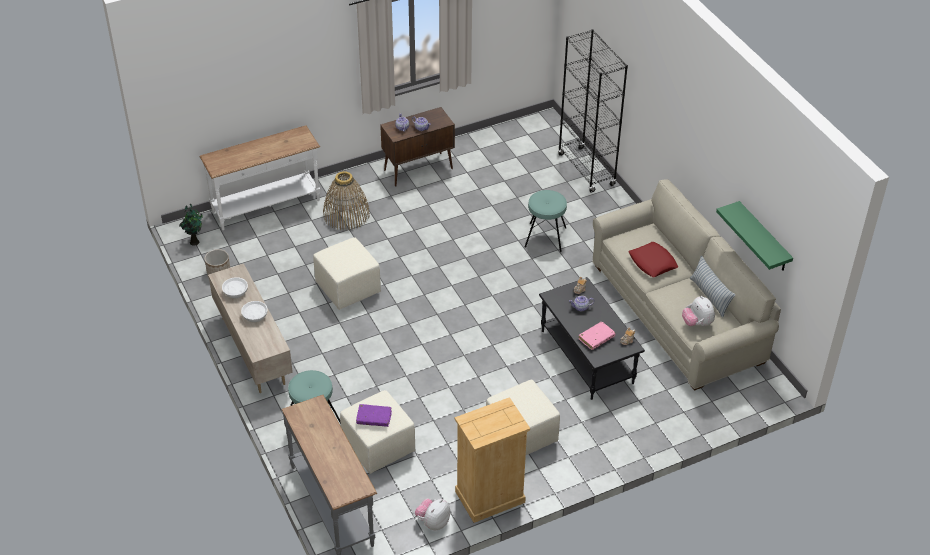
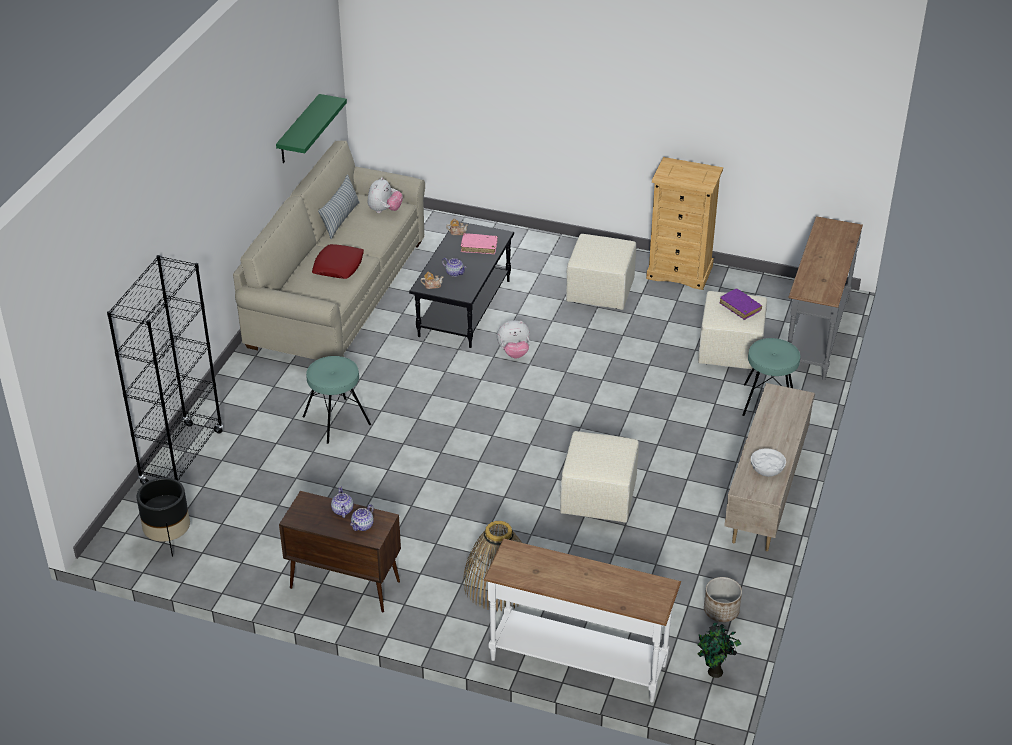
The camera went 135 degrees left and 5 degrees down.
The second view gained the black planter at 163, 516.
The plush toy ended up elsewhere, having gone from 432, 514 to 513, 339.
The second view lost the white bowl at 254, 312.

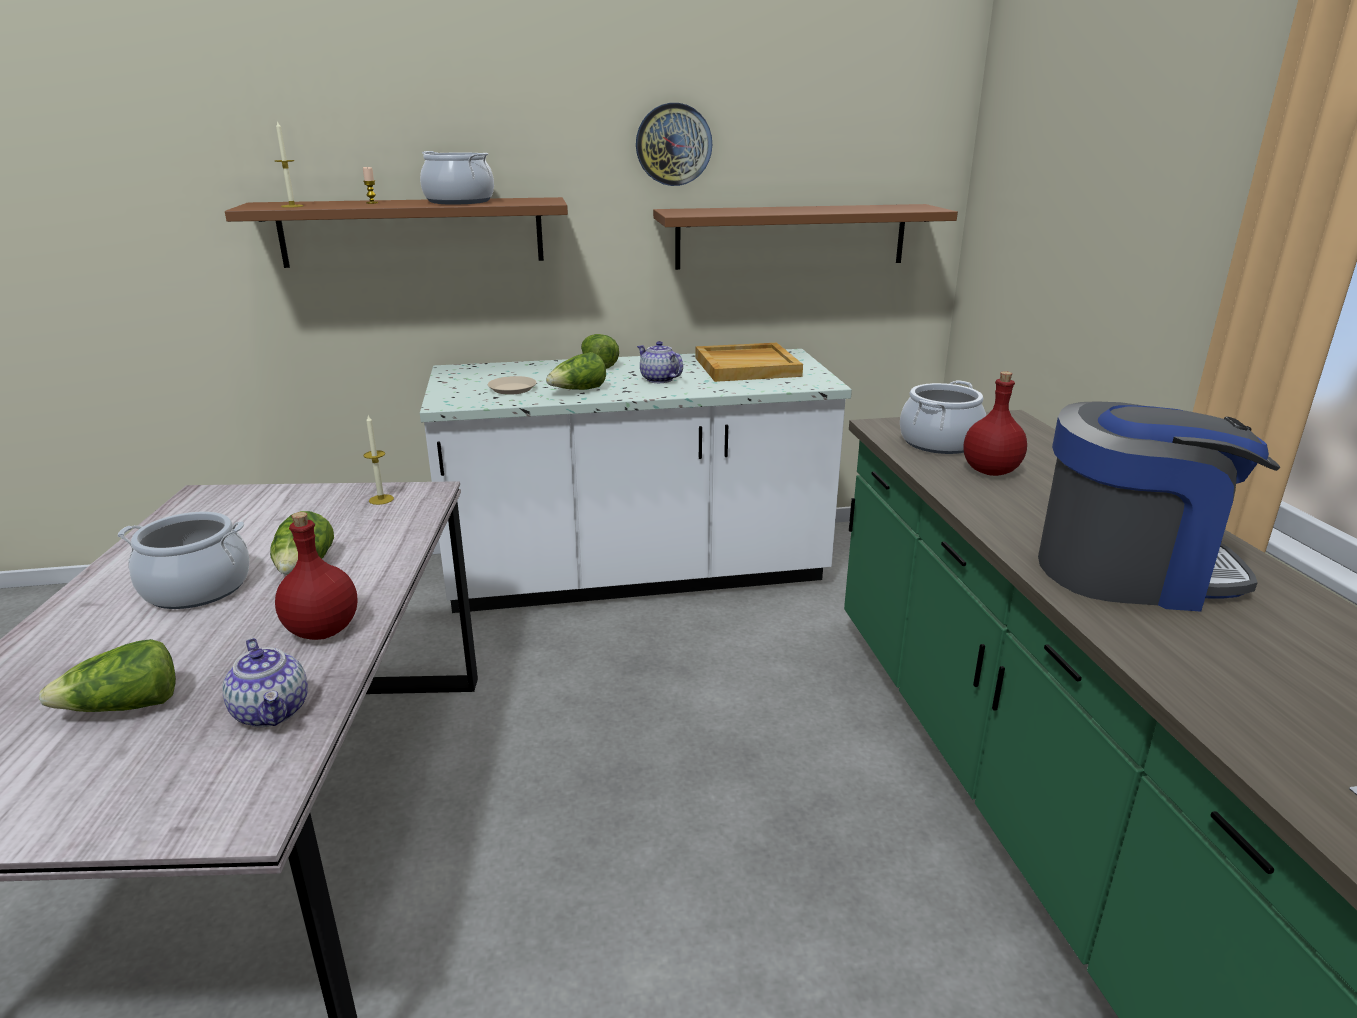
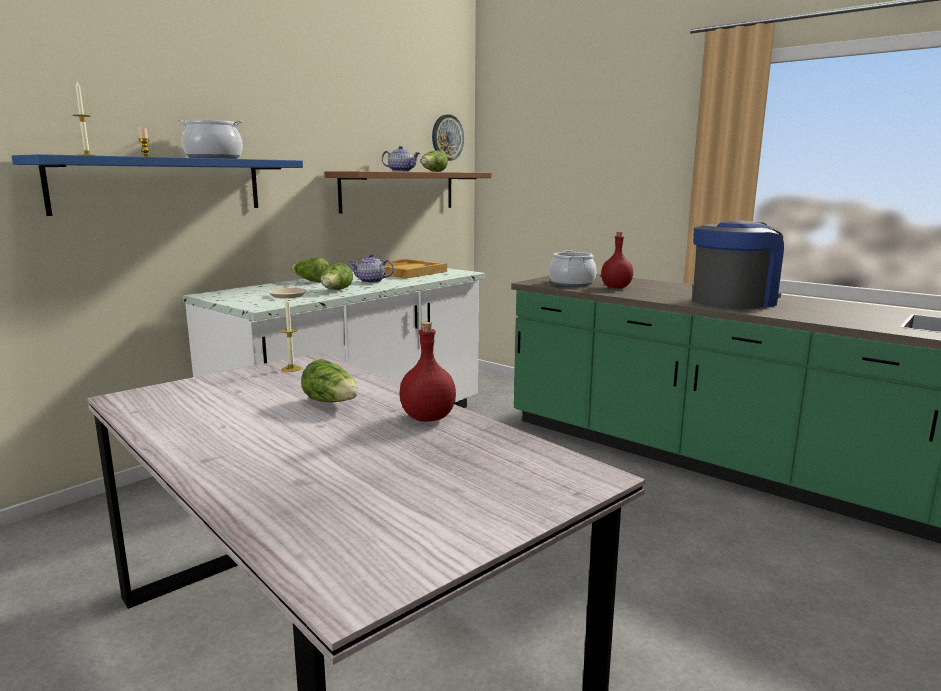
The camera went 40 degrees left and 10 degrees down.
What was the brown shelf at 396, 232 turned into the blue shelf at 157, 185.
The teapot ended up elsewhere, having gone from 265, 682 to 401, 159.
The lettuce ended up elsewhere, having gone from 107, 675 to 434, 161.
The wall clock ended up elsewhere, having gone from 674, 144 to 448, 137.
The second view lost the cooking pot at 184, 560.

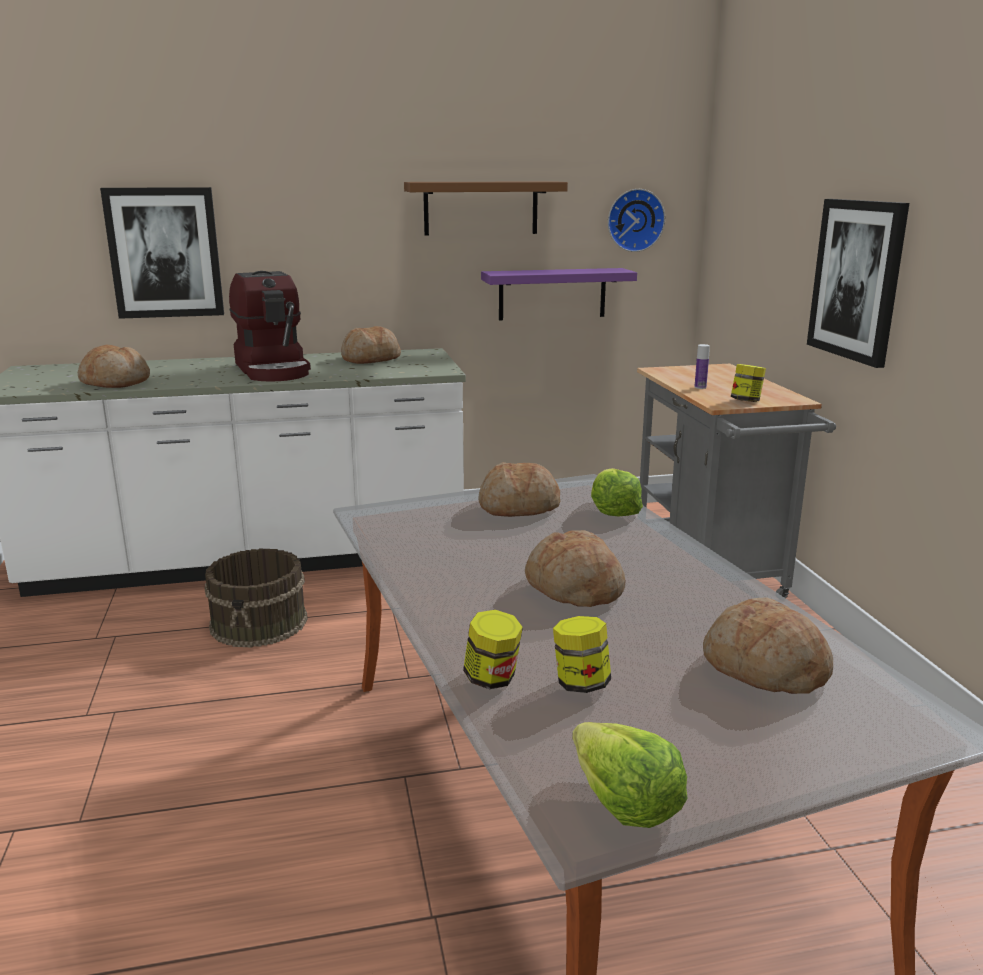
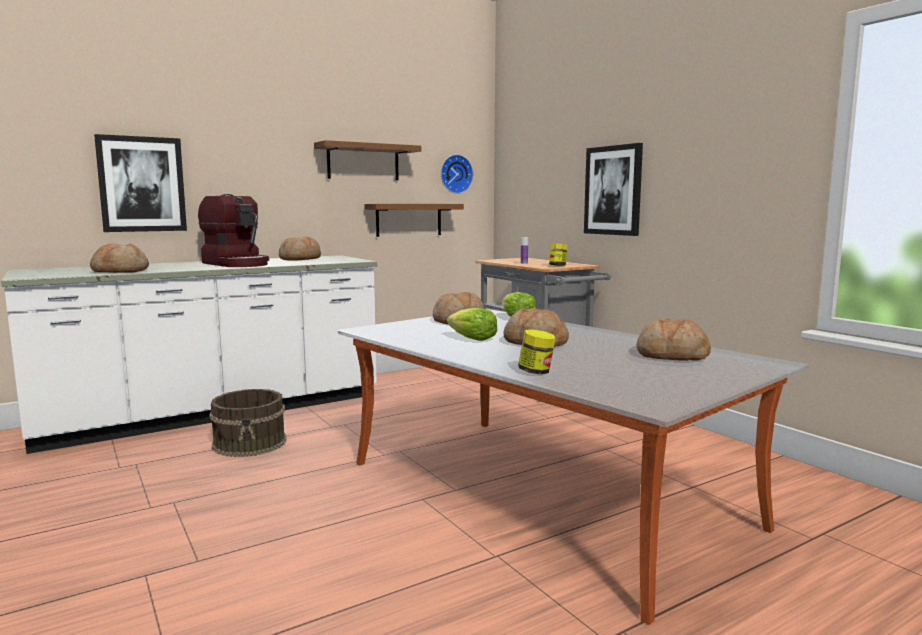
The camera went 20 degrees left and 10 degrees down.
What was the purple shelf at 559, 294 turned into the brown shelf at 414, 220.
The lettuce ended up elsewhere, having gone from 630, 775 to 472, 324.
The second view lost the jar at 582, 654.

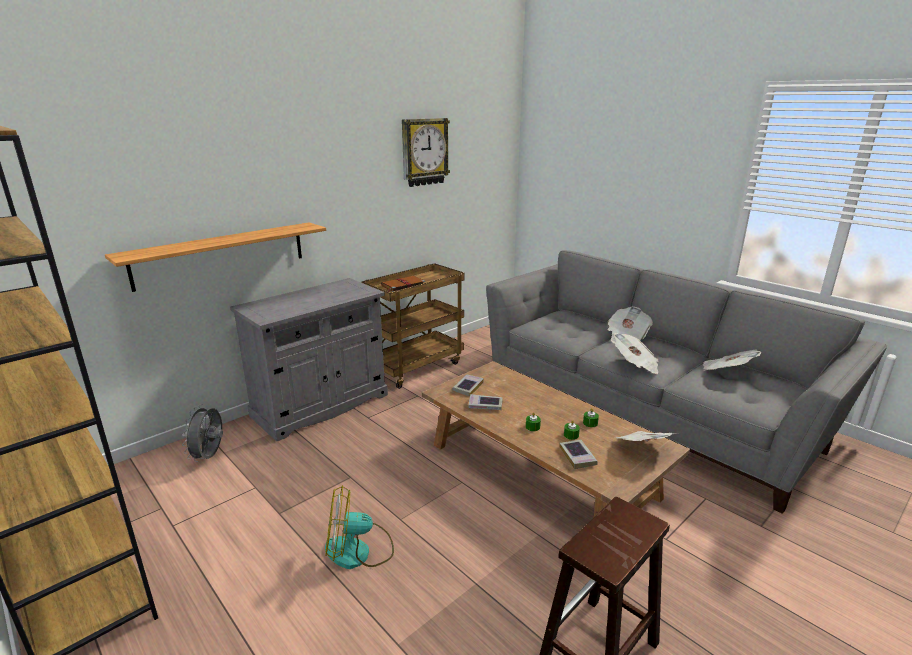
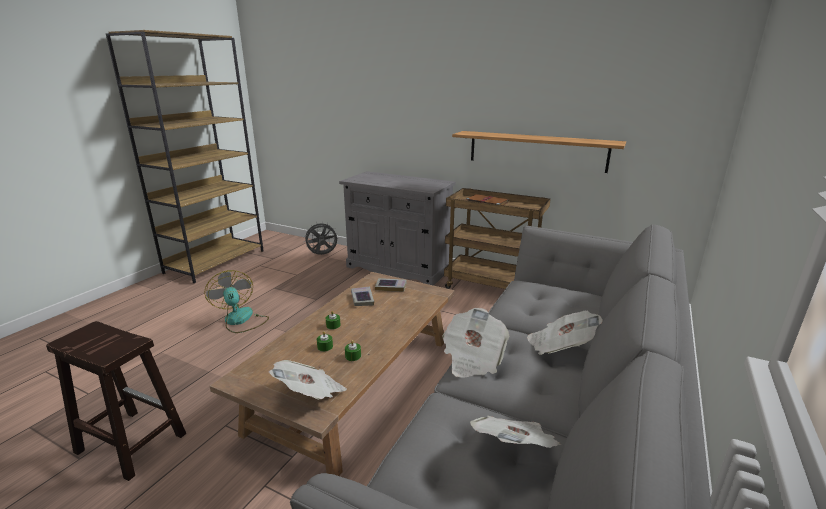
The camera went 70 degrees right and 0 degrees up.
The shelf ended up elsewhere, having gone from 215, 257 to 539, 152.
The second view lost the wall clock at 426, 152.
The second view lost the book at 579, 454.

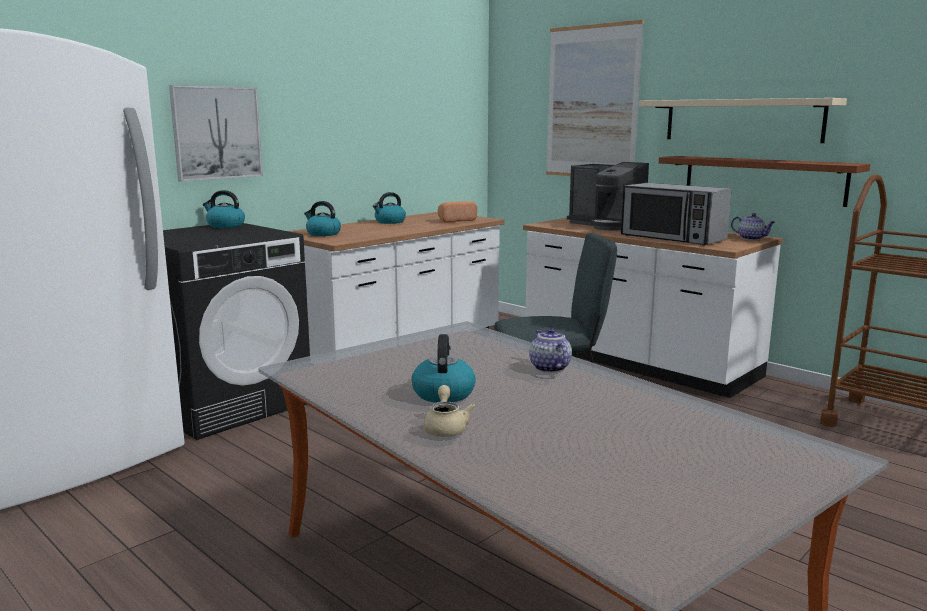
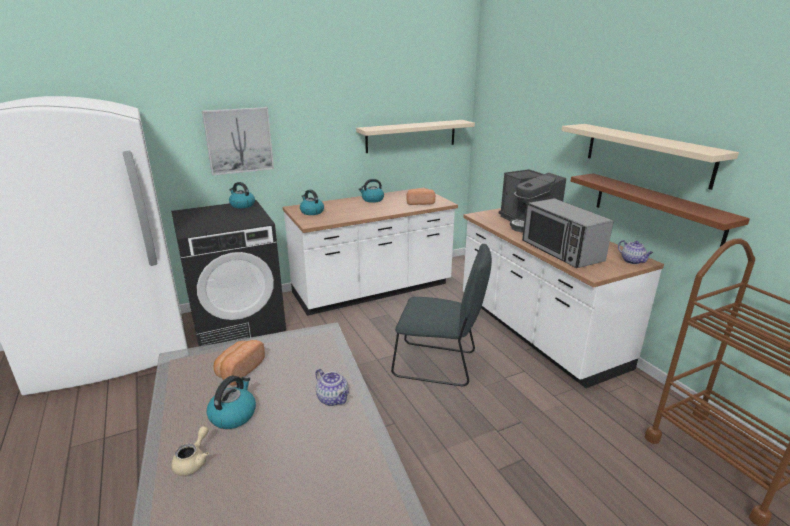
The camera went 20 degrees right and 10 degrees up.
The second view gained the bread at 239, 363.
The teapot at 550, 350 ended up facing another way, 135 degrees clockwise from before.
The second view gained the beige shelf at 415, 136.
The second view lost the picture at 595, 98.

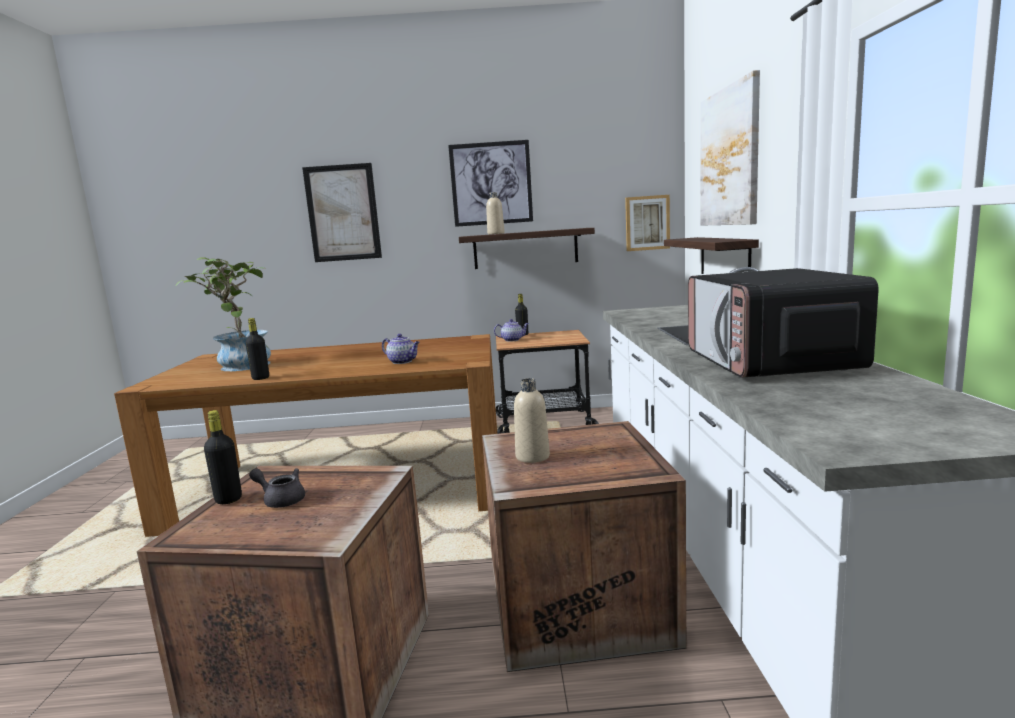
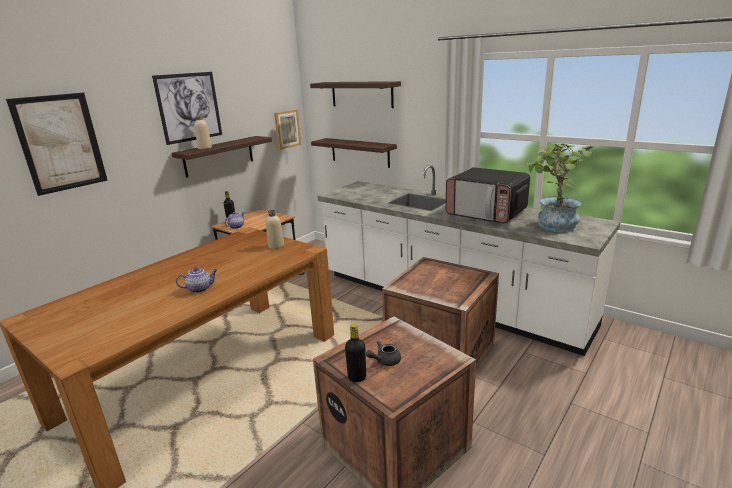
The camera went 50 degrees left and 10 degrees up.
The teapot ended up elsewhere, having gone from 401, 349 to 196, 280.
The beige bottle ended up elsewhere, having gone from 532, 420 to 275, 229.
Where the picture hung at 730, 148, the shelf came to hang at 355, 94.
The potted plant ended up elsewhere, having gone from 223, 314 to 562, 188.
The second view lost the black bottle at 257, 349.

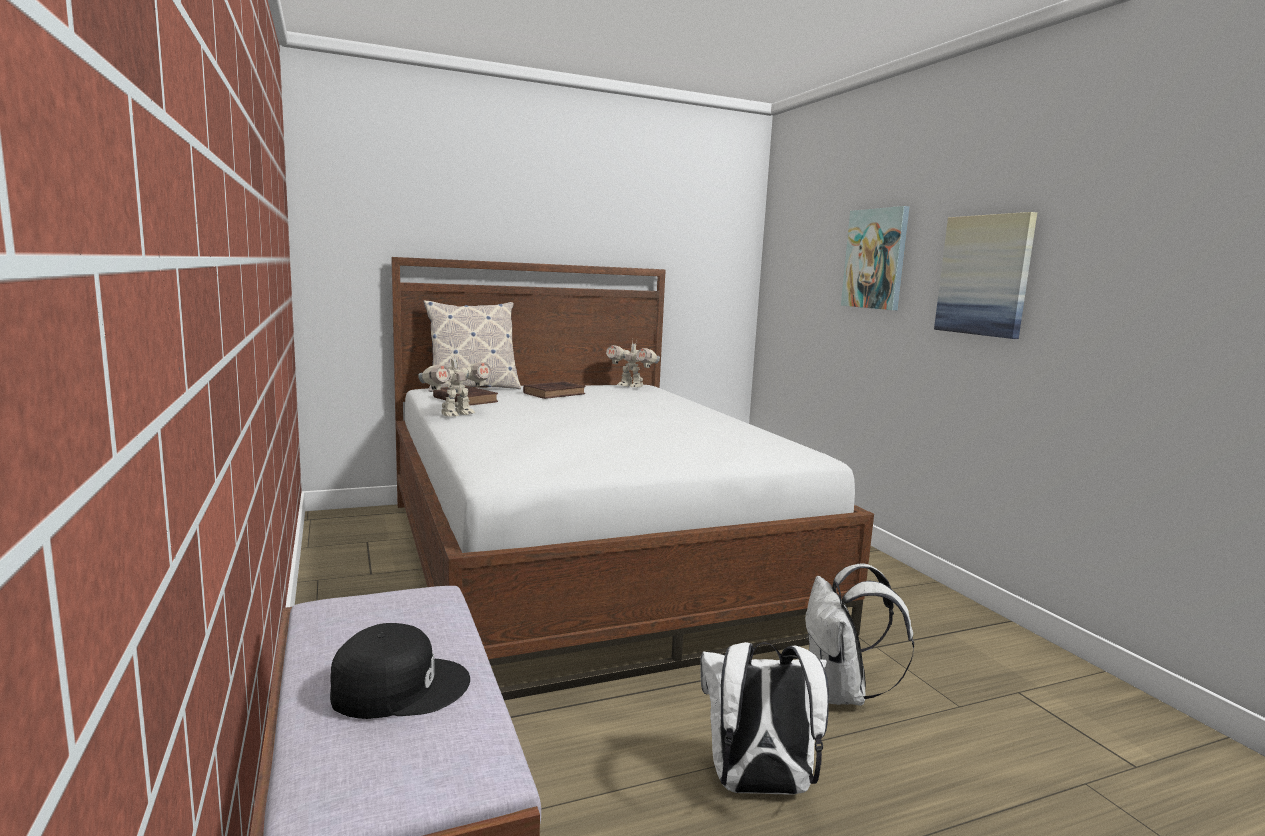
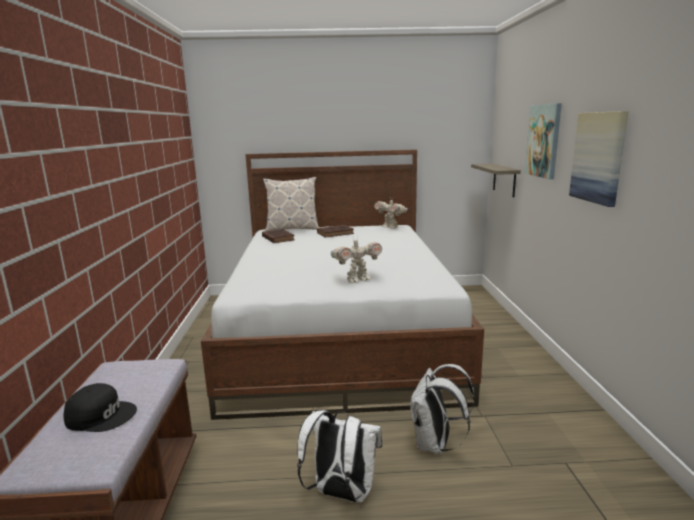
The camera went 20 degrees right and 5 degrees up.
The toy robot ended up elsewhere, having gone from 454, 385 to 356, 260.
The second view gained the shelf at 496, 181.

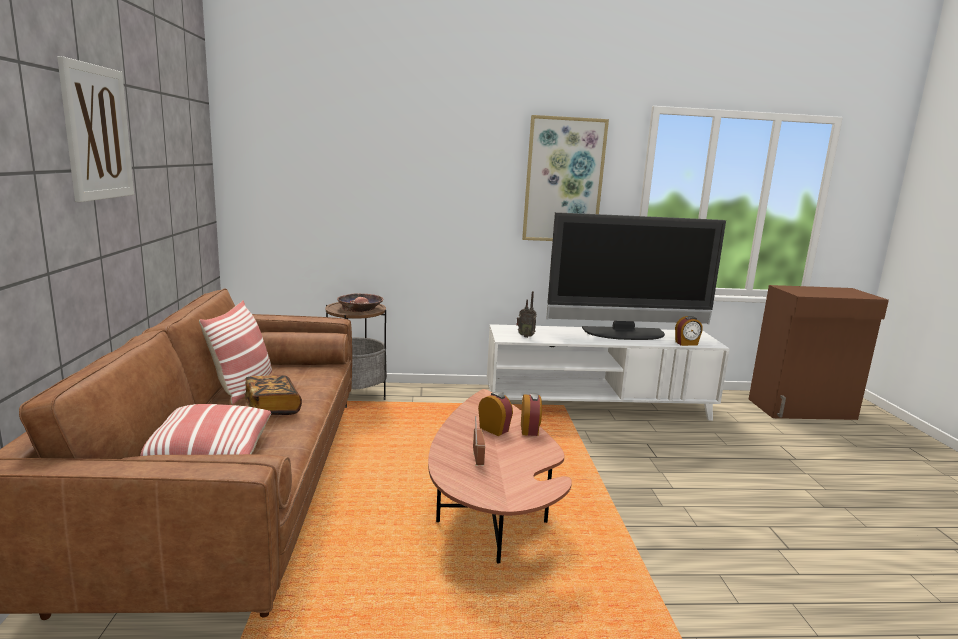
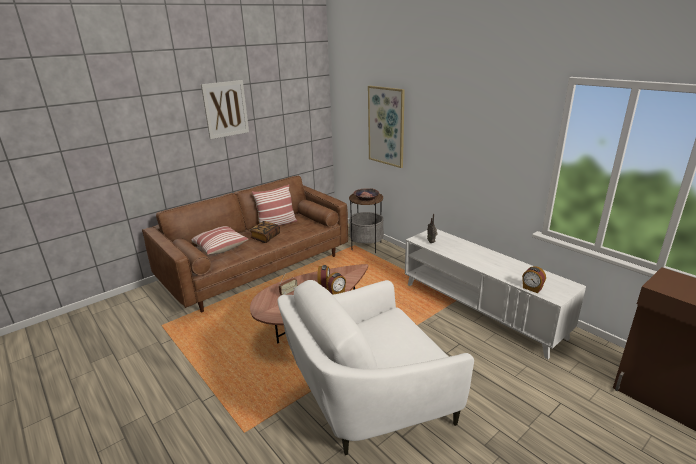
The camera went 55 degrees right and 10 degrees up.
The second view gained the white armchair at 376, 367.
The picture ended up elsewhere, having gone from 565, 178 to 386, 127.
The second view lost the television at 636, 276.

